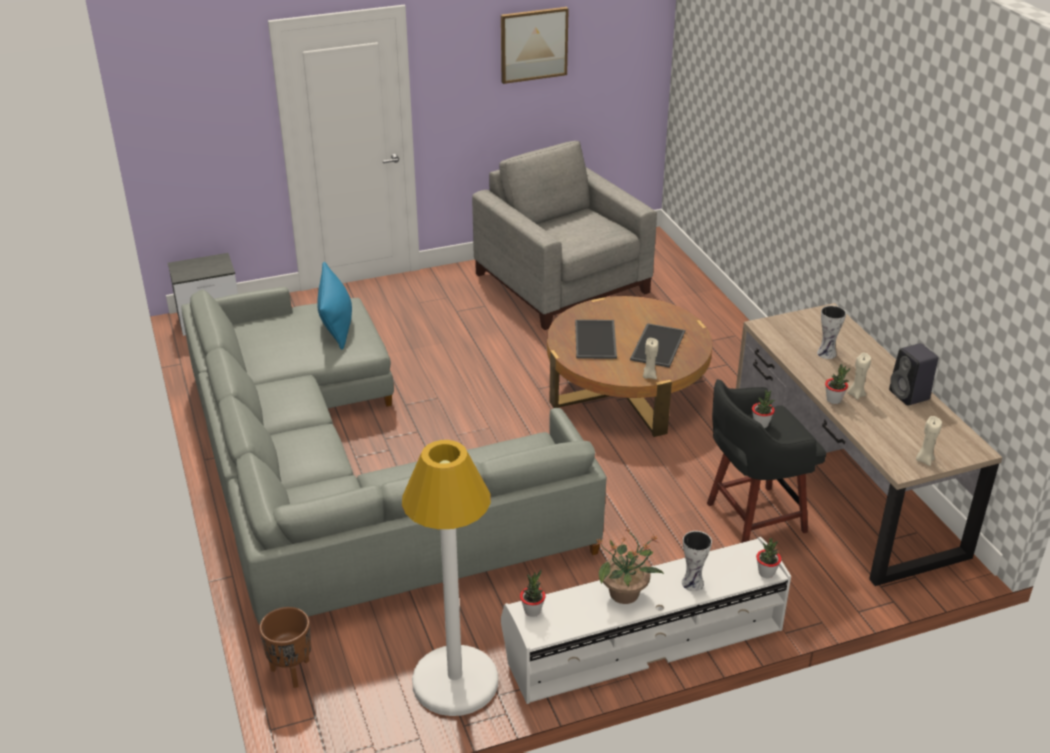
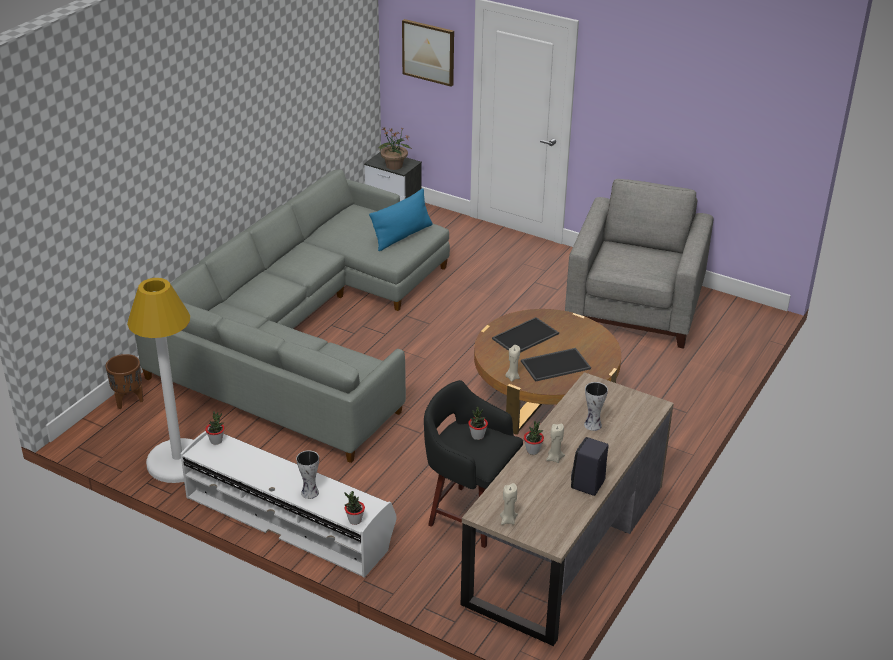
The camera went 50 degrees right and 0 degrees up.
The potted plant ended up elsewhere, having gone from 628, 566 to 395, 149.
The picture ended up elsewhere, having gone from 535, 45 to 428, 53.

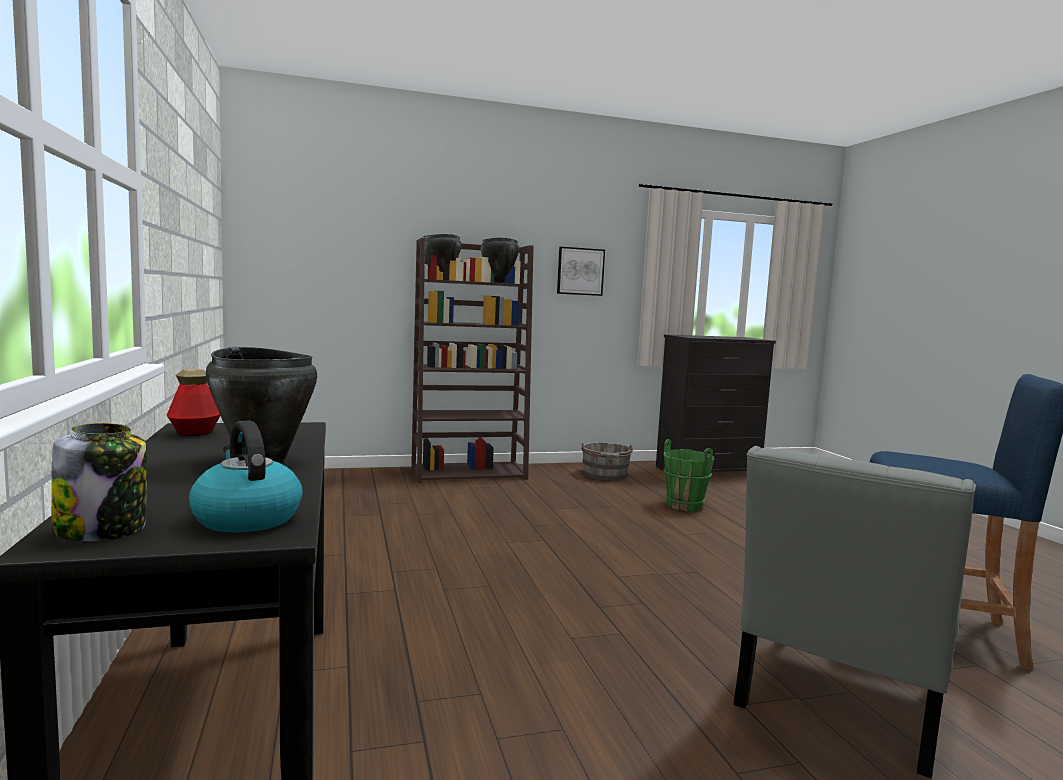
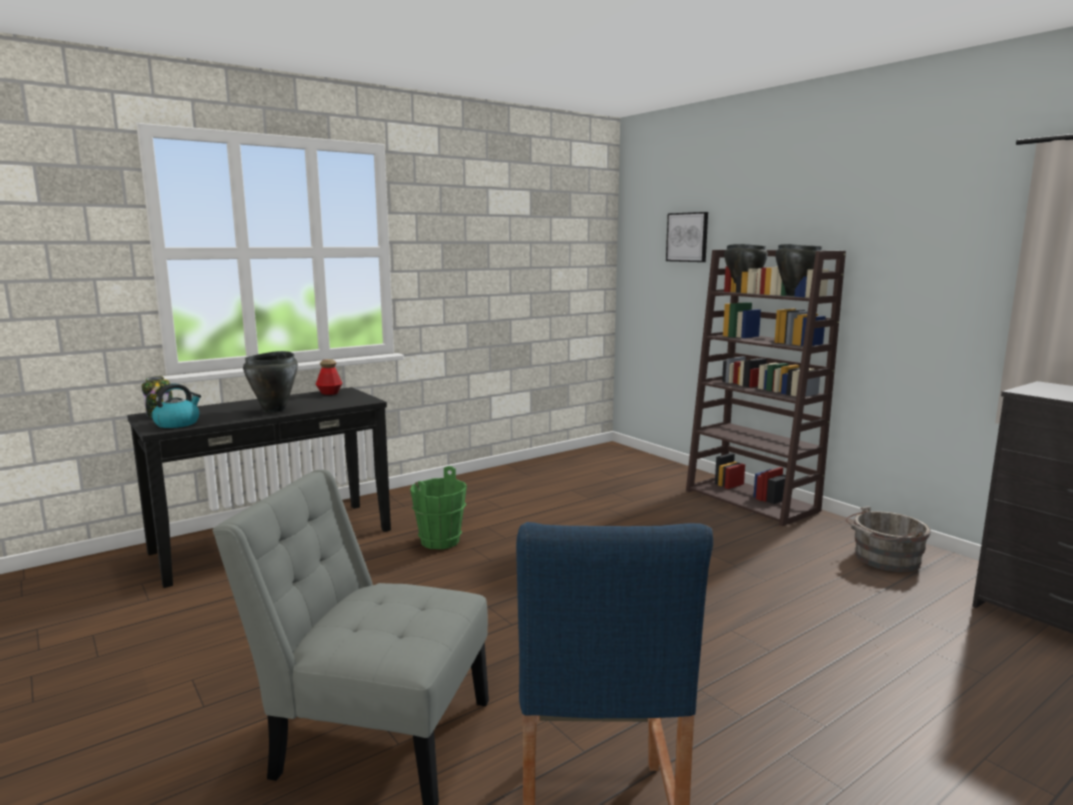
The camera went 70 degrees right and 5 degrees up.
The green bucket ended up elsewhere, having gone from 689, 475 to 438, 508.
The picture ended up elsewhere, having gone from 581, 271 to 687, 237.

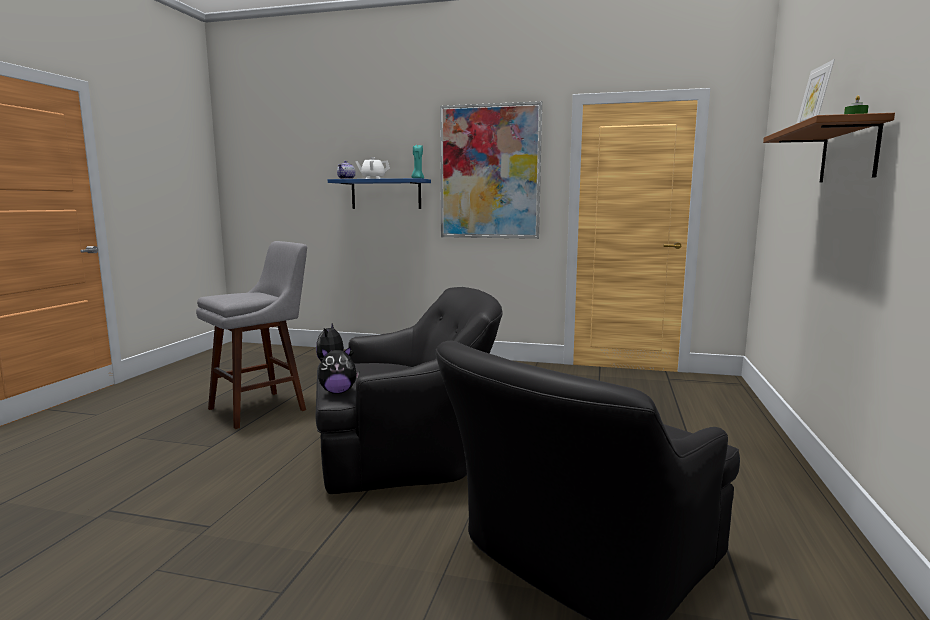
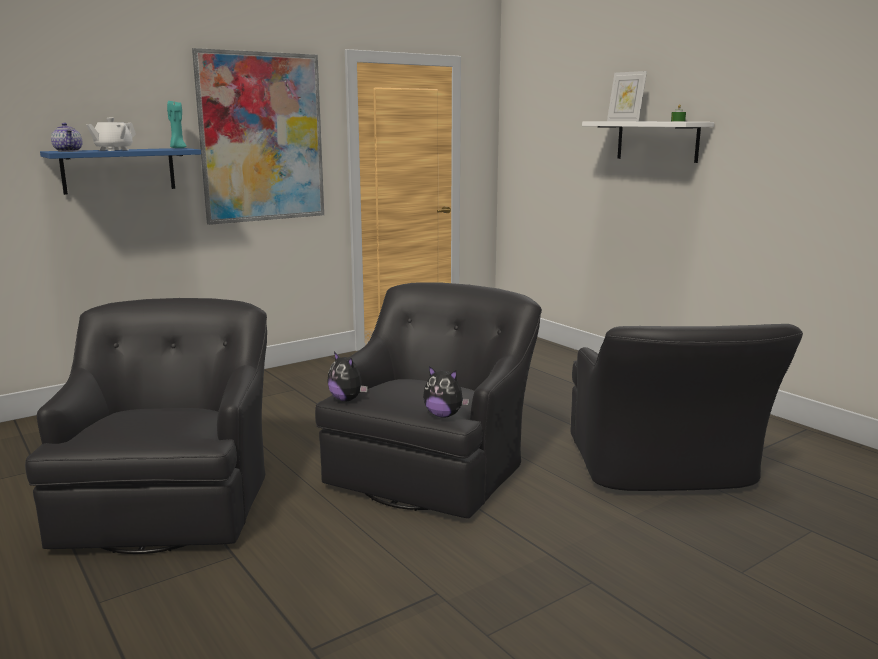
The camera went 50 degrees left and 5 degrees up.
Where the grey stool stood at 251, 335, the black armchair came to stand at 146, 426.
The plush toy at 338, 370 ended up facing another way, 90 degrees clockwise from before.
What was the brown shelf at 829, 147 turned into the white shelf at 648, 142.

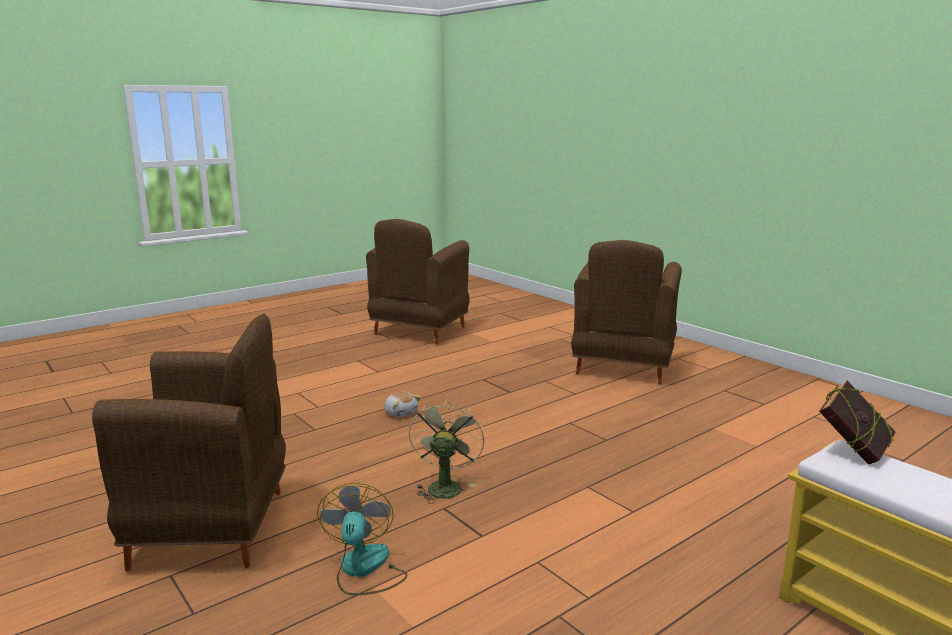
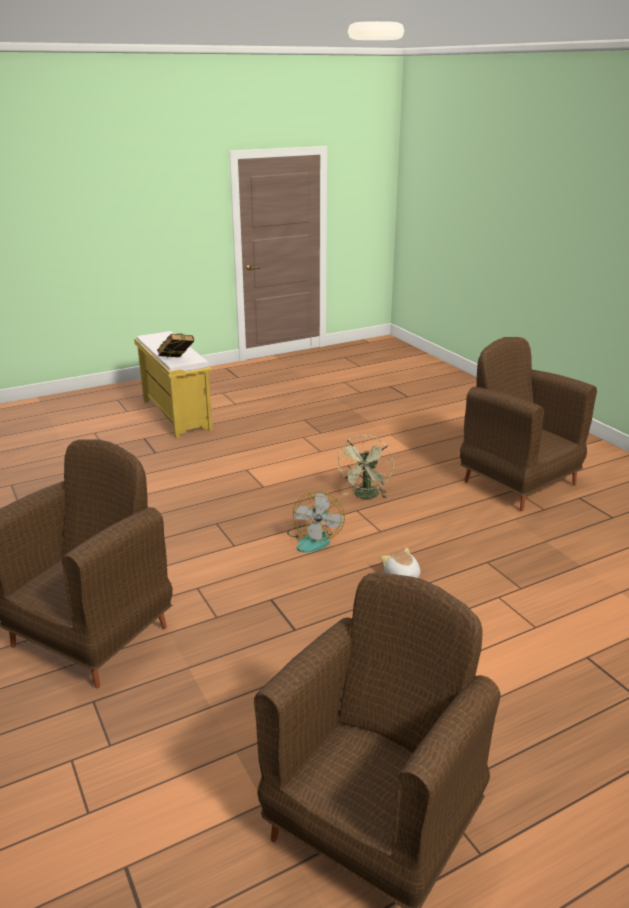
The camera went 170 degrees left and 10 degrees up.
The fan ended up elsewhere, having gone from 362, 539 to 316, 522.
The brown armchair at 189, 442 ended up facing another way, 45 degrees clockwise from before.

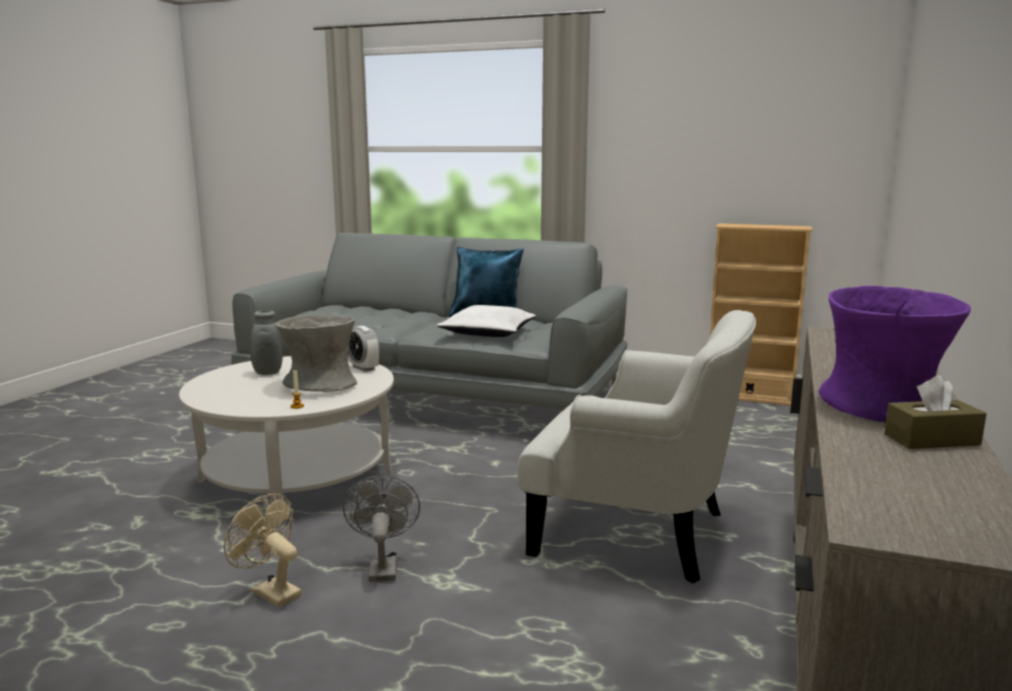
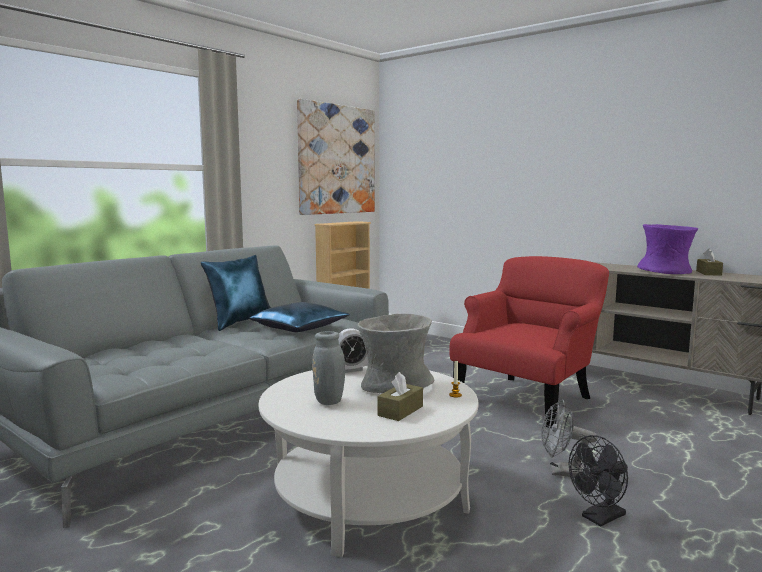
The camera went 70 degrees left and 5 degrees down.
What was the white pillow at 486, 321 turned into the blue pillow at 299, 317.
The second view gained the picture at 336, 157.
The second view gained the brown tissue box at 400, 396.
What was the white armchair at 636, 447 turned into the red armchair at 529, 342.
What was the beige fan at 263, 550 turned into the black fan at 598, 480.

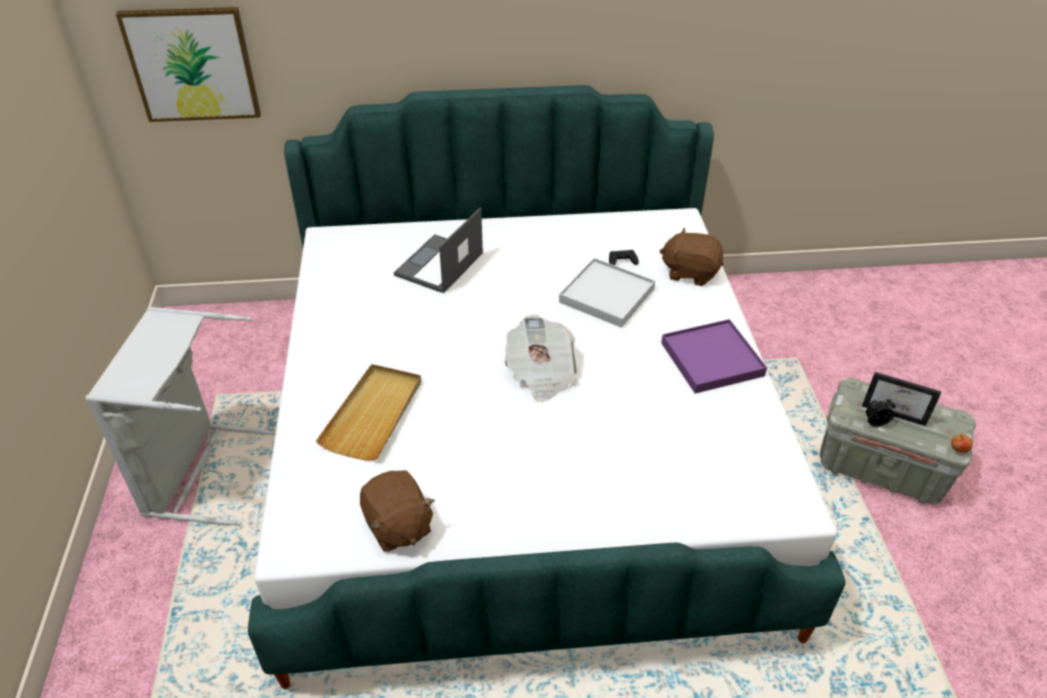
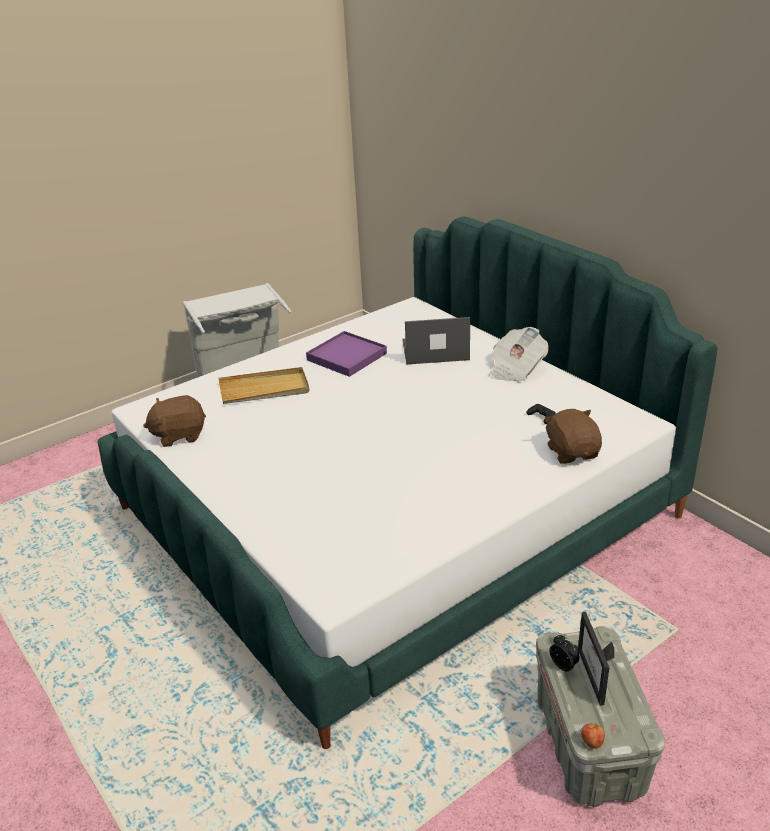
The camera went 60 degrees right and 10 degrees down.
The brown plush toy at 397, 511 ended up facing another way, 45 degrees clockwise from before.
The purple tray ended up elsewhere, having gone from 714, 356 to 346, 354.
The newspaper ended up elsewhere, having gone from 541, 358 to 519, 354.
The second view lost the picture at 188, 64.
The second view lost the white tray at 607, 293.

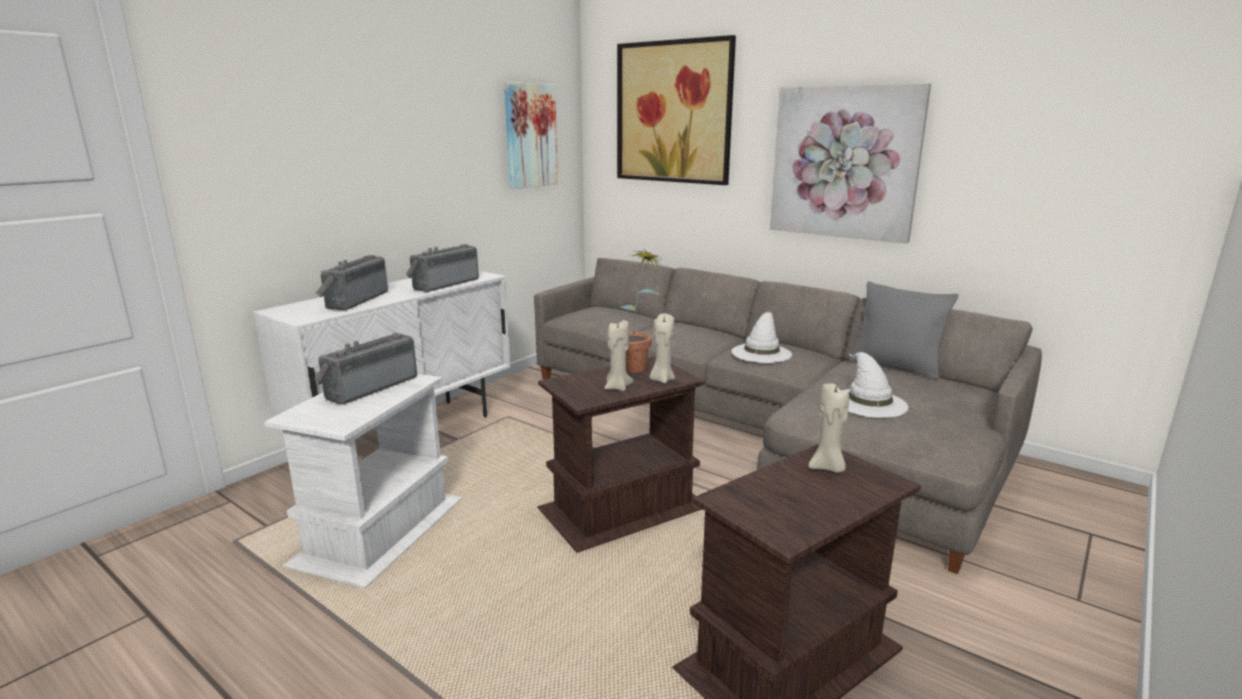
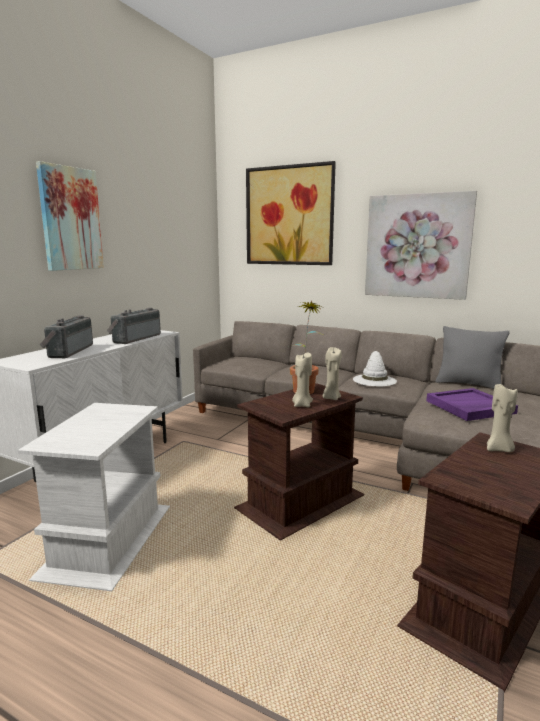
The camera went 10 degrees left and 5 degrees down.
The picture ended up elsewhere, having gone from 531, 135 to 70, 216.
Where the white hat stood at 875, 385, the purple tray came to stand at 472, 404.
The second view lost the radio at 366, 369.

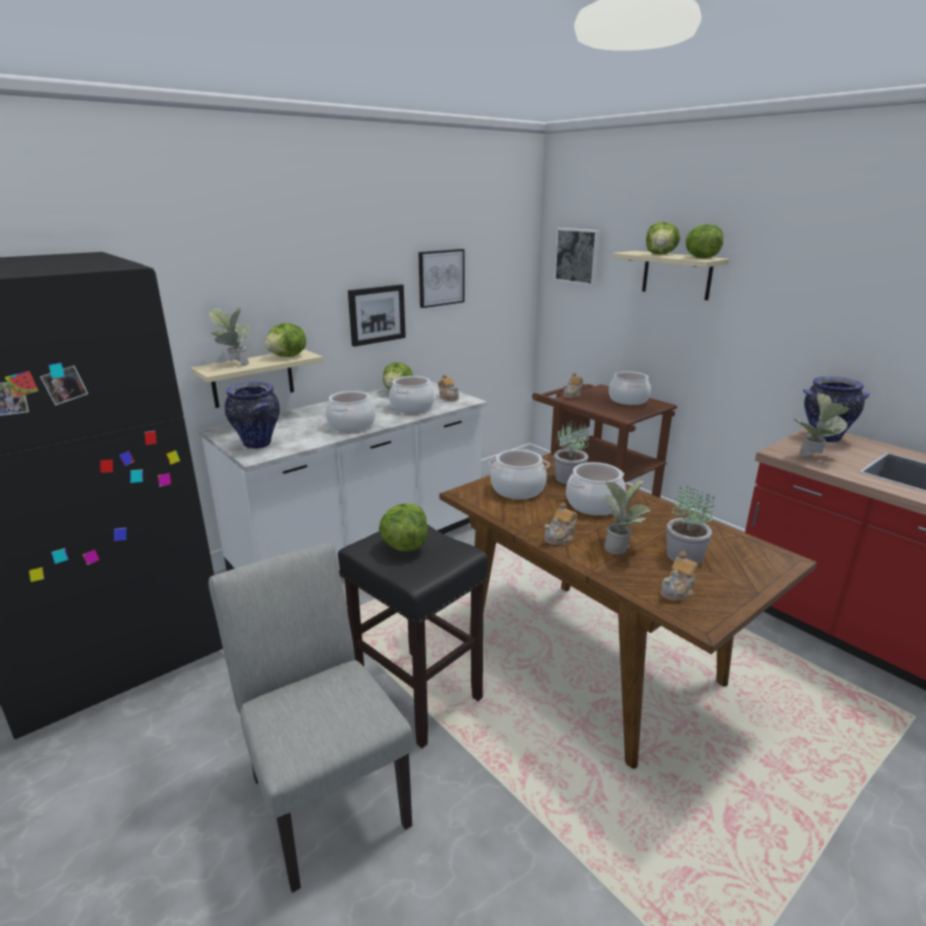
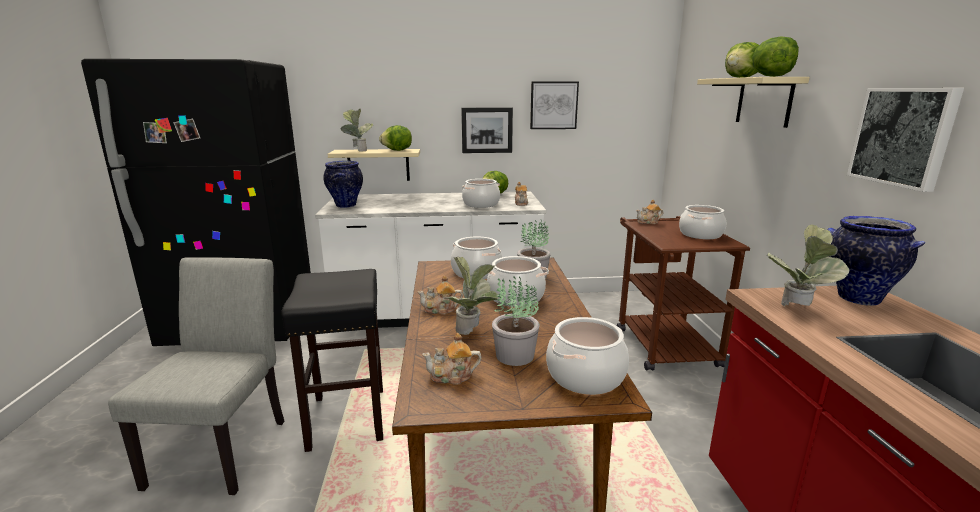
The camera went 35 degrees right and 5 degrees down.
The cooking pot ended up elsewhere, having gone from 350, 411 to 587, 356.
The picture ended up elsewhere, having gone from 577, 257 to 905, 140.
The second view lost the lettuce at 403, 527.

